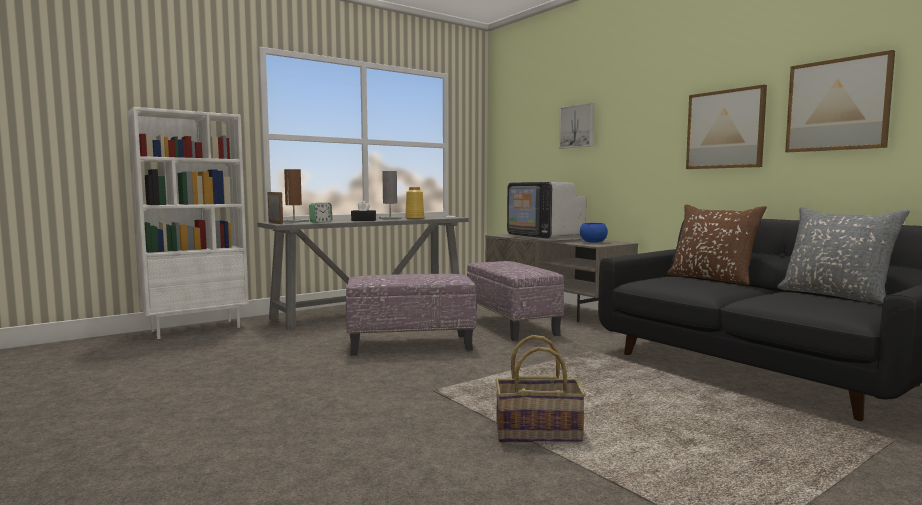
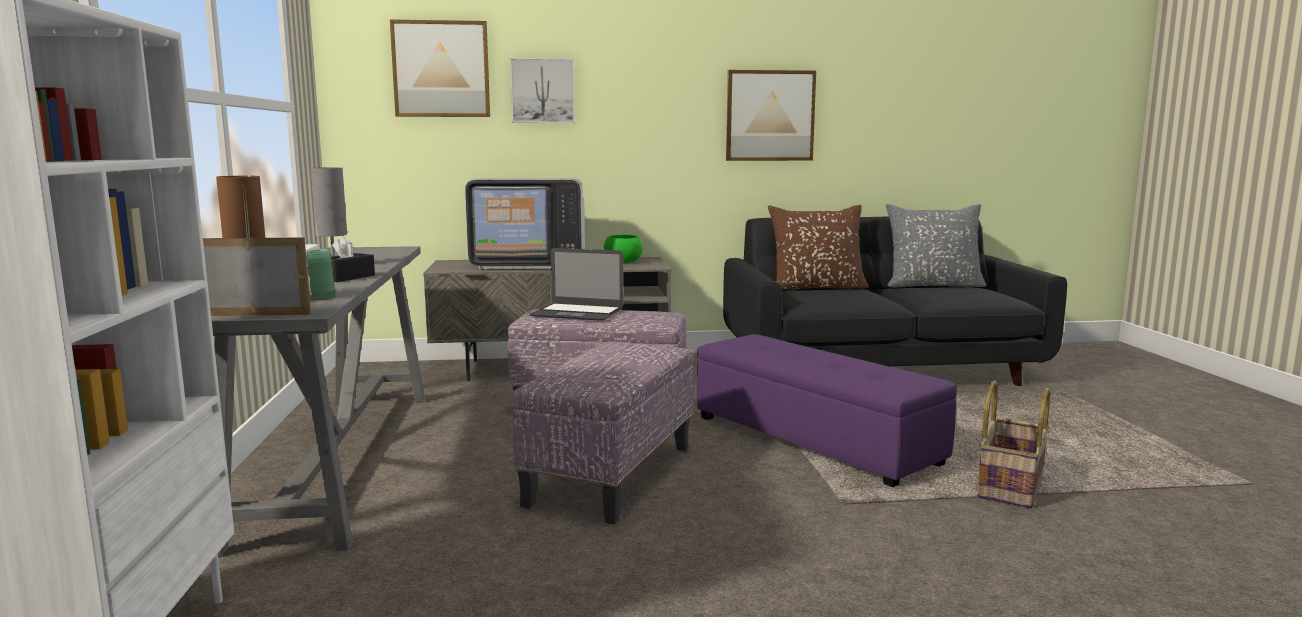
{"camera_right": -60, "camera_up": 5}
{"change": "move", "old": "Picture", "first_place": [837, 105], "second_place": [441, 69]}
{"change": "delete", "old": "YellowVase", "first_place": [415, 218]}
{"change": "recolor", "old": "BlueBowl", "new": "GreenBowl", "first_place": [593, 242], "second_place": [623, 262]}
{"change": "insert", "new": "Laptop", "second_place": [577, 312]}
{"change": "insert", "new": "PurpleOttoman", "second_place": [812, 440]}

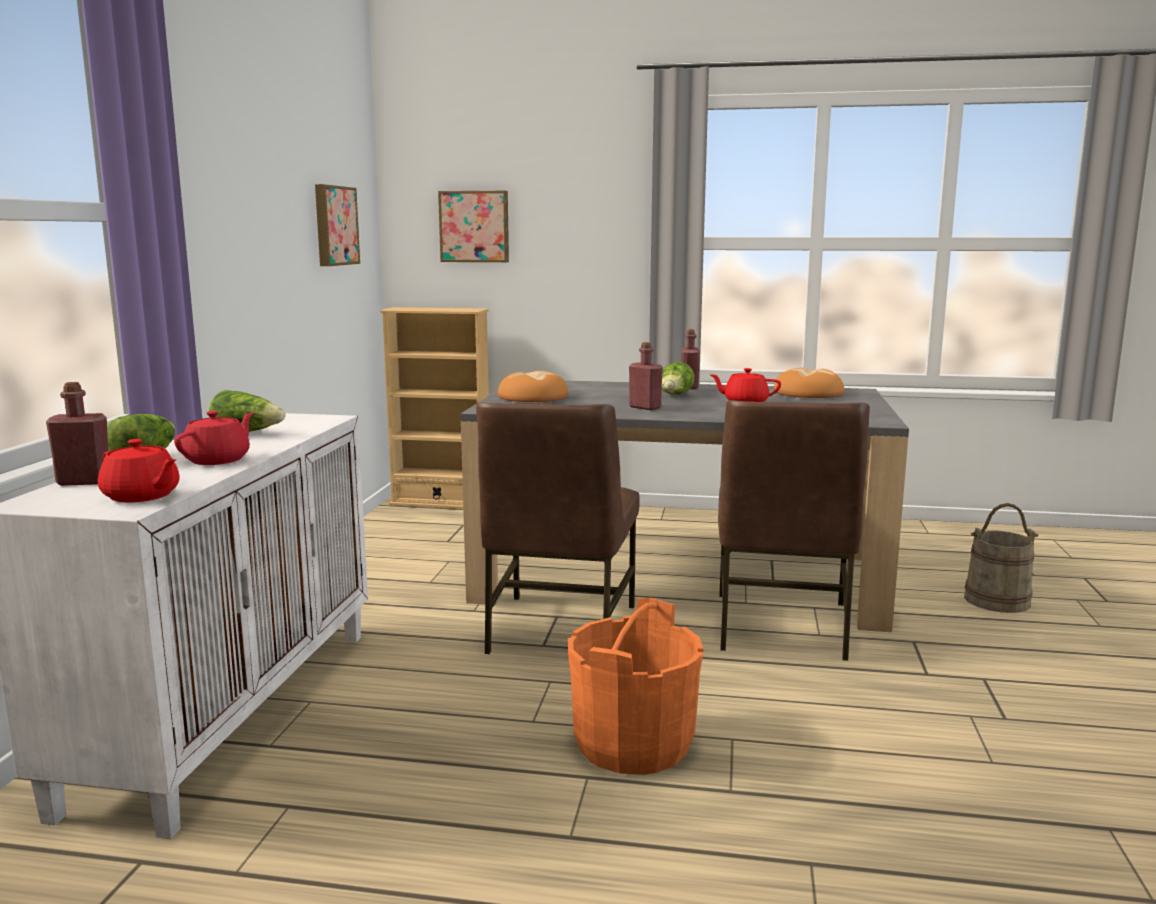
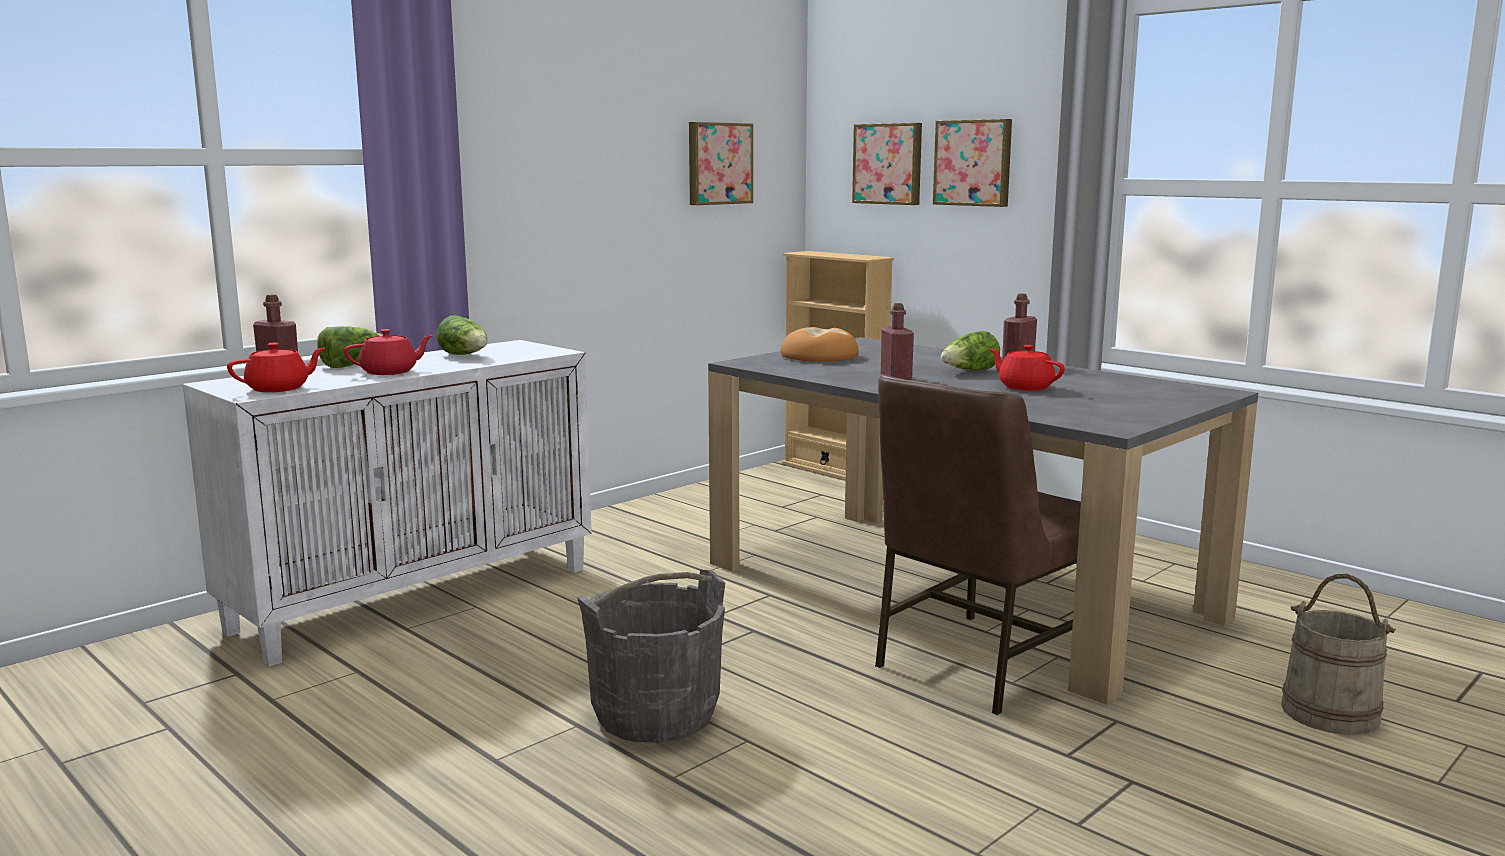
{"camera_right": 35, "camera_up": 0}
{"change": "delete", "old": "Bread", "first_place": [809, 393]}
{"change": "delete", "old": "BrownChair", "first_place": [559, 629]}
{"change": "rotate", "old": "RedTeapot", "first_place": [142, 496], "second_place": [279, 389], "degrees": -105}
{"change": "recolor", "old": "OrangeBucket", "new": "GreyBucket", "first_place": [632, 743], "second_place": [655, 714]}
{"change": "insert", "new": "Picture", "second_place": [974, 163]}

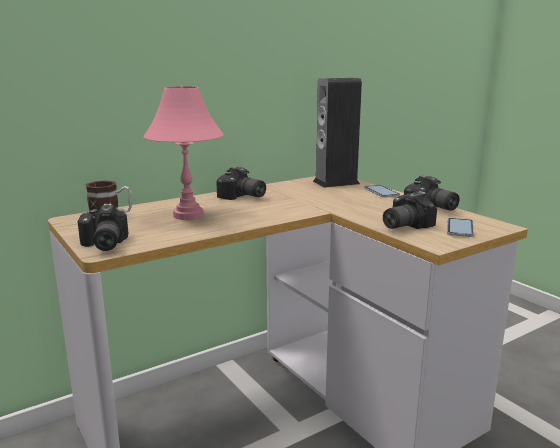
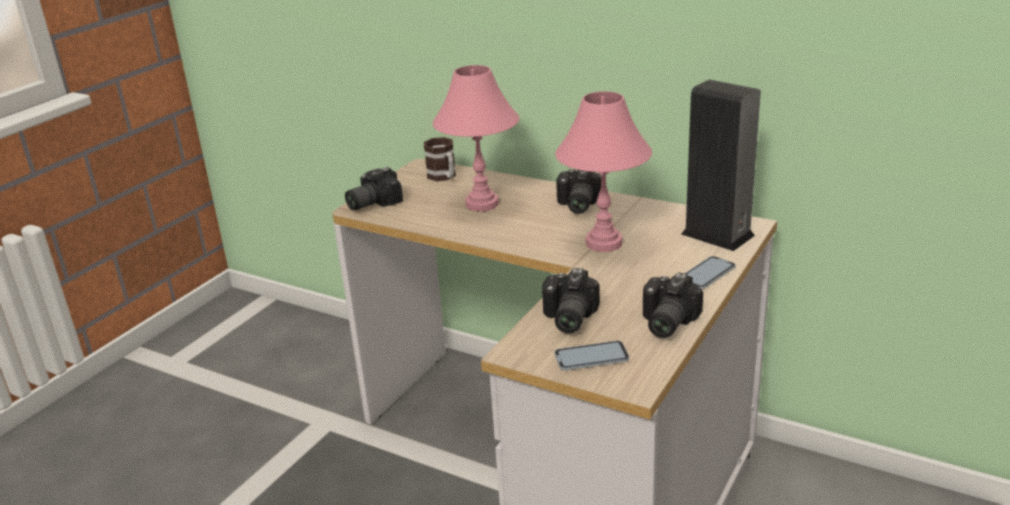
{"camera_right": 65, "camera_up": 10}
{"change": "rotate", "old": "PhotoCamera", "first_place": [402, 225], "second_place": [566, 318], "degrees": -105}
{"change": "insert", "new": "PinkTableLamp", "second_place": [603, 243]}

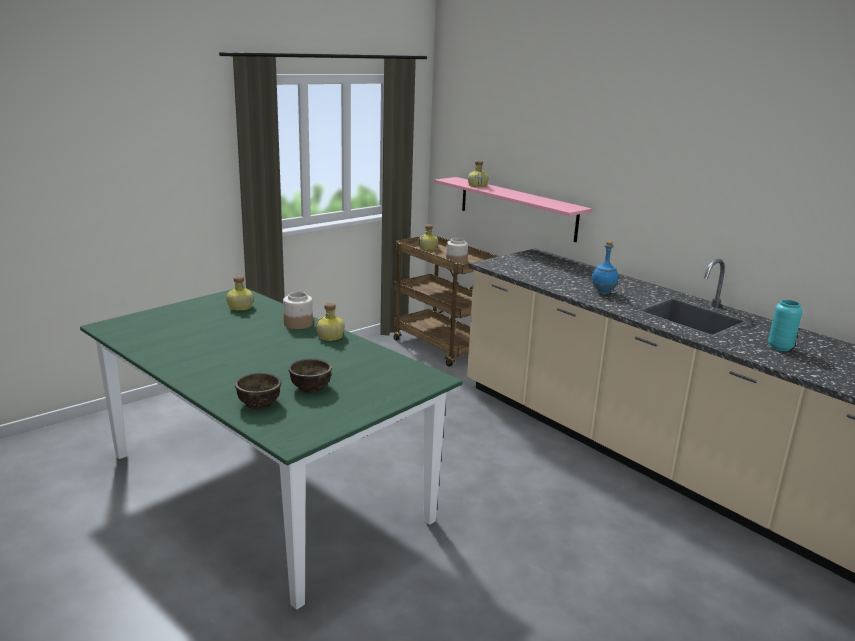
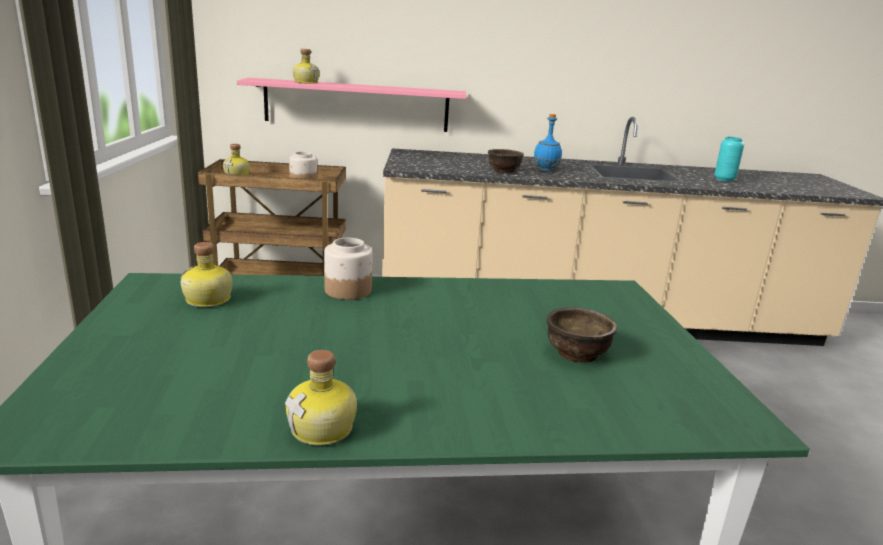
{"camera_right": -50, "camera_up": 0}
{"change": "move", "old": "Bottle", "first_place": [330, 336], "second_place": [324, 429]}
{"change": "move", "old": "BrownBowl", "first_place": [258, 403], "second_place": [503, 171]}

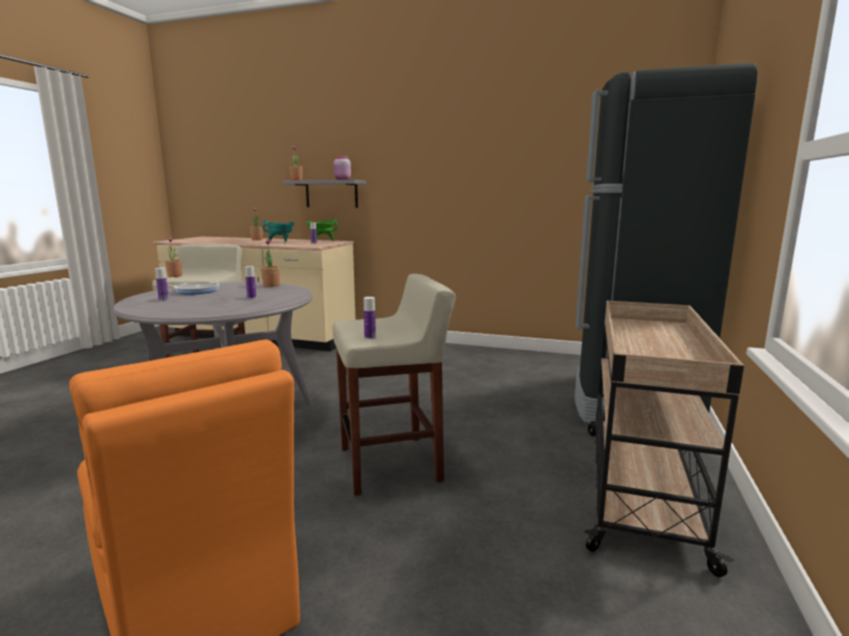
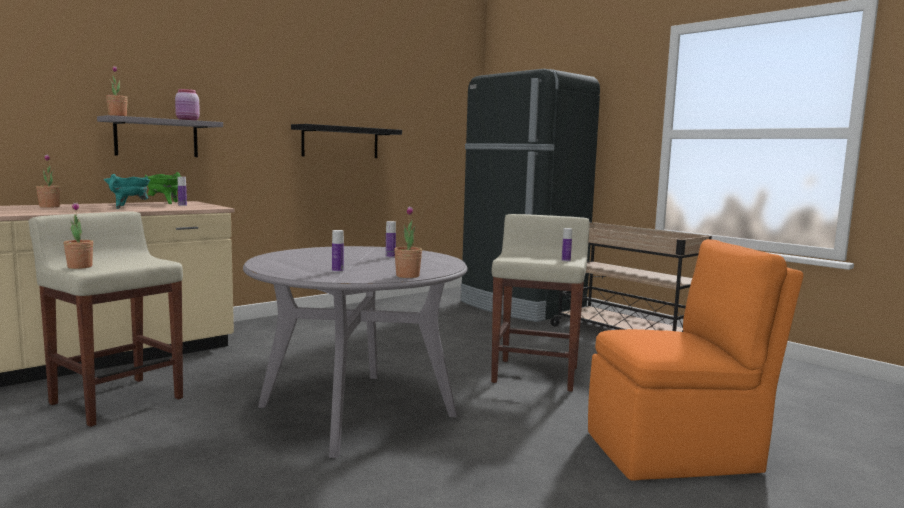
{"camera_right": -60, "camera_up": -5}
{"change": "move", "old": "PottedPlant", "first_place": [271, 285], "second_place": [407, 276]}
{"change": "delete", "old": "FryingPan", "first_place": [194, 291]}
{"change": "insert", "new": "BlackShelf", "second_place": [340, 142]}

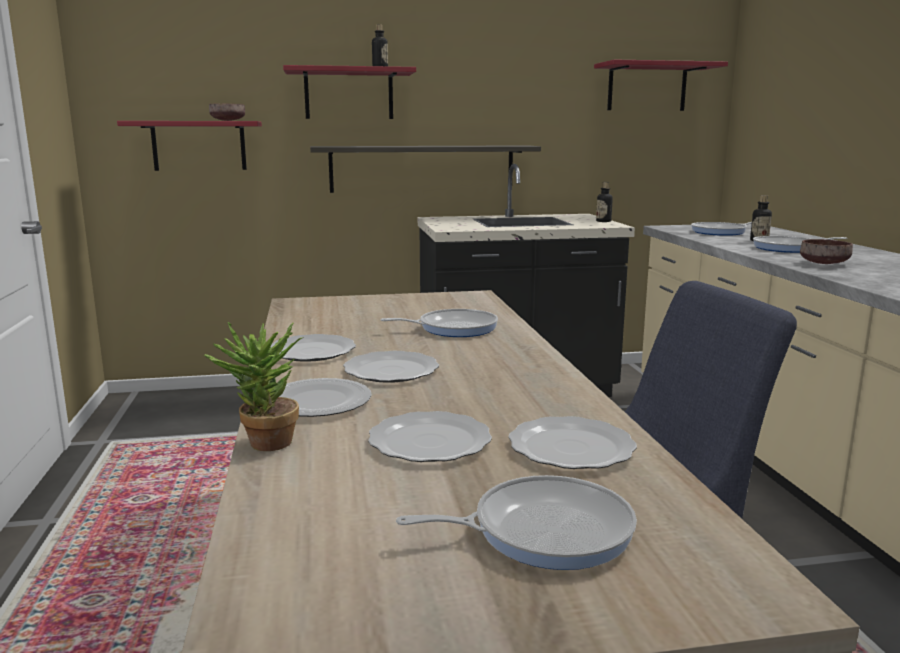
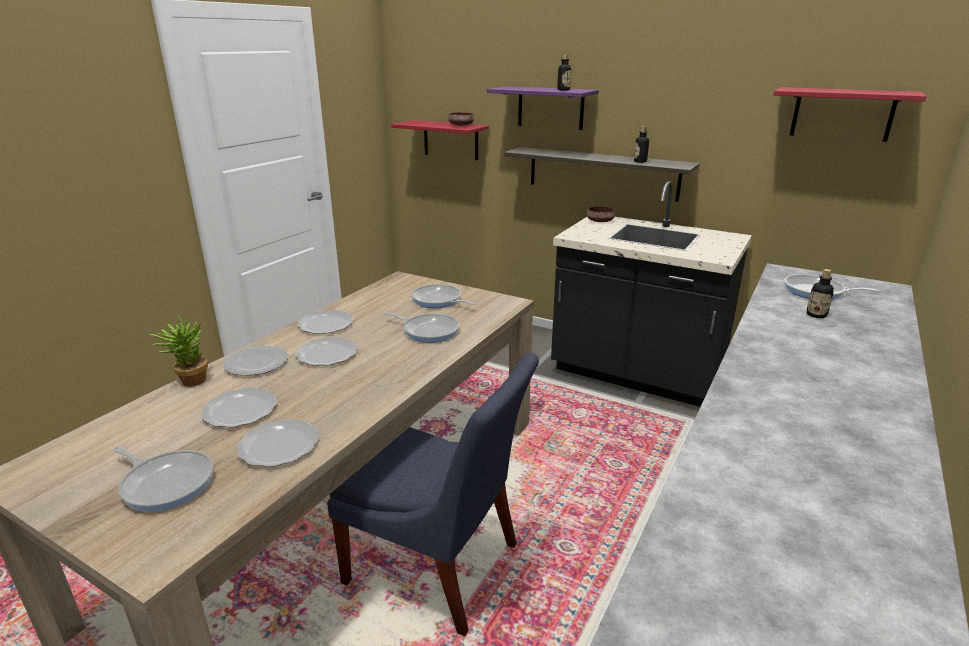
{"camera_right": 40, "camera_up": 10}
{"change": "recolor", "old": "RedShelf", "new": "PurpleShelf", "first_place": [349, 94], "second_place": [550, 108]}
{"change": "move", "old": "Bottle", "first_place": [603, 221], "second_place": [640, 161]}
{"change": "move", "old": "FryingPan", "first_place": [789, 248], "second_place": [438, 300]}
{"change": "move", "old": "BrownBowl", "first_place": [823, 263], "second_place": [600, 221]}

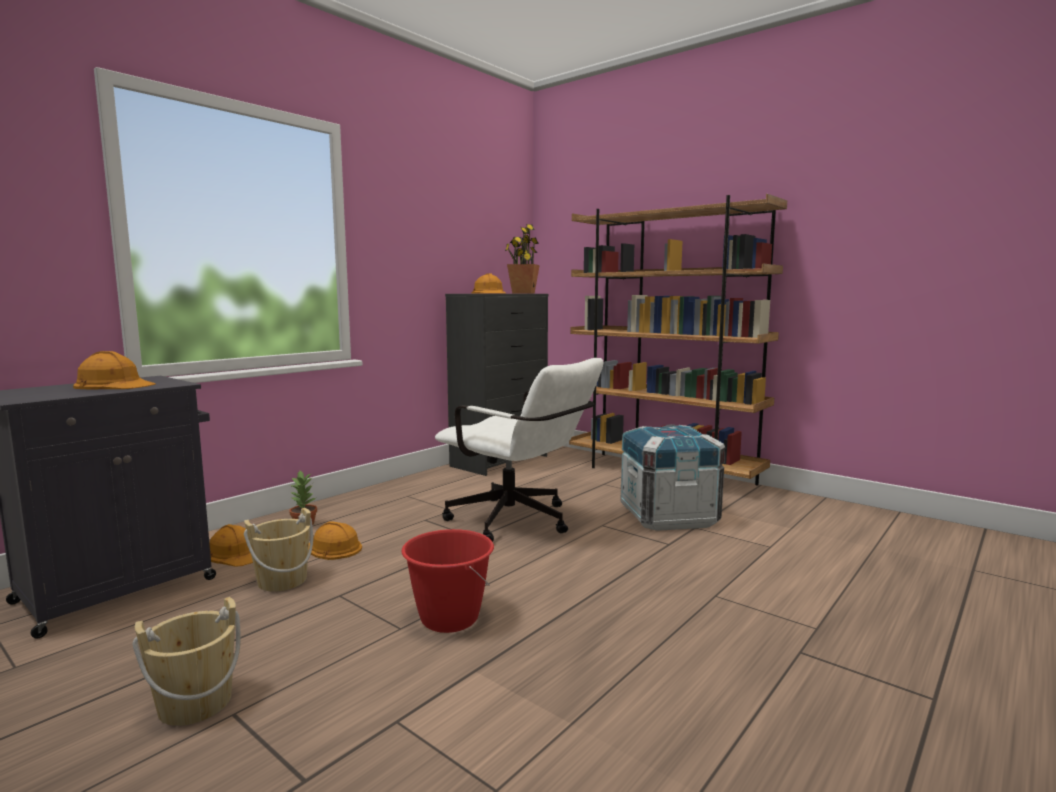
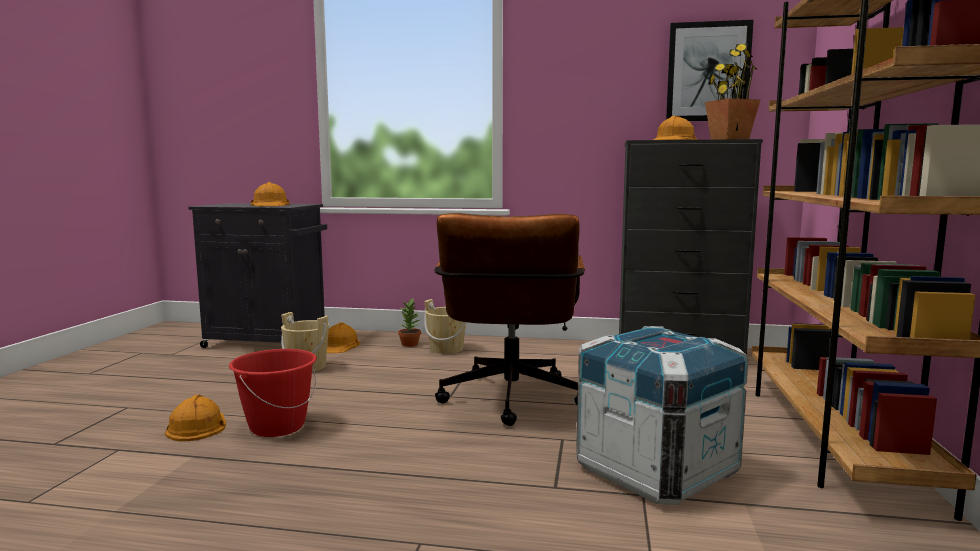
{"camera_right": 60, "camera_up": 0}
{"change": "recolor", "old": "WhiteOfficeChair", "new": "BrownOfficeChair", "first_place": [519, 523], "second_place": [510, 403]}
{"change": "move", "old": "OrangeHardHat", "first_place": [332, 549], "second_place": [197, 426]}
{"change": "move", "old": "BeigeBucket", "first_place": [195, 703], "second_place": [446, 349]}
{"change": "insert", "new": "Picture", "second_place": [708, 72]}

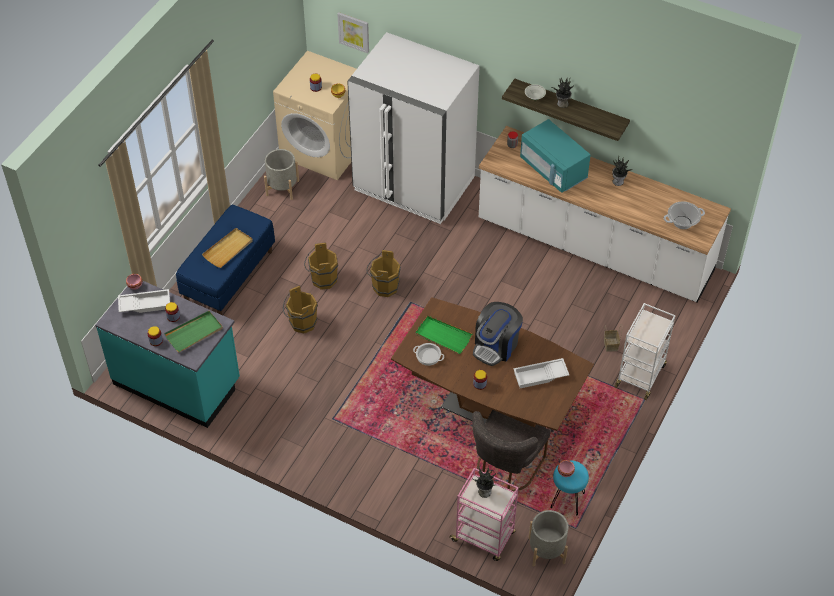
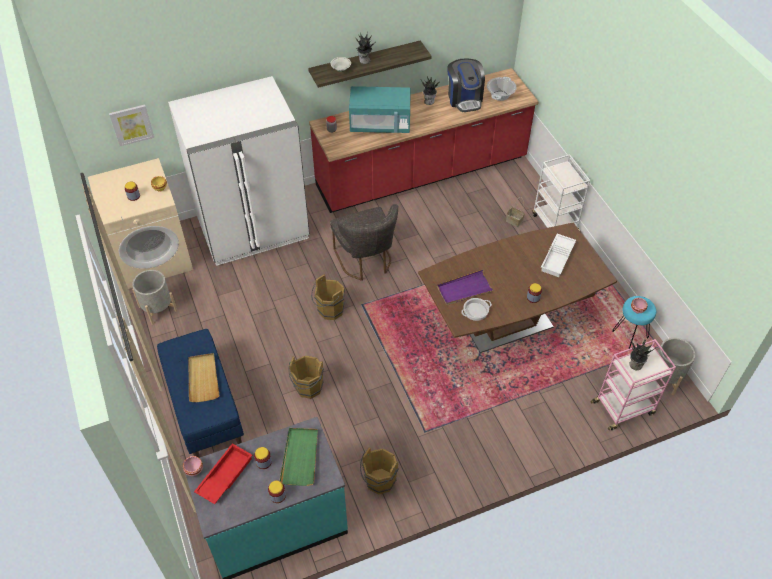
{"camera_right": -50, "camera_up": 0}
{"change": "recolor", "old": "WhiteCounter", "new": "RedCounter", "first_place": [594, 247], "second_place": [422, 174]}
{"change": "move", "old": "BrownBucket", "first_place": [322, 280], "second_place": [379, 483]}
{"change": "recolor", "old": "WhiteTray", "new": "RedTray", "first_place": [145, 304], "second_place": [224, 475]}
{"change": "move", "old": "CoffeeMachine", "first_place": [496, 345], "second_place": [464, 99]}
{"change": "recolor", "old": "GreenTray", "new": "PurpleTray", "first_place": [443, 336], "second_place": [464, 289]}
{"change": "move", "old": "GreyChair", "first_place": [505, 468], "second_place": [366, 261]}

